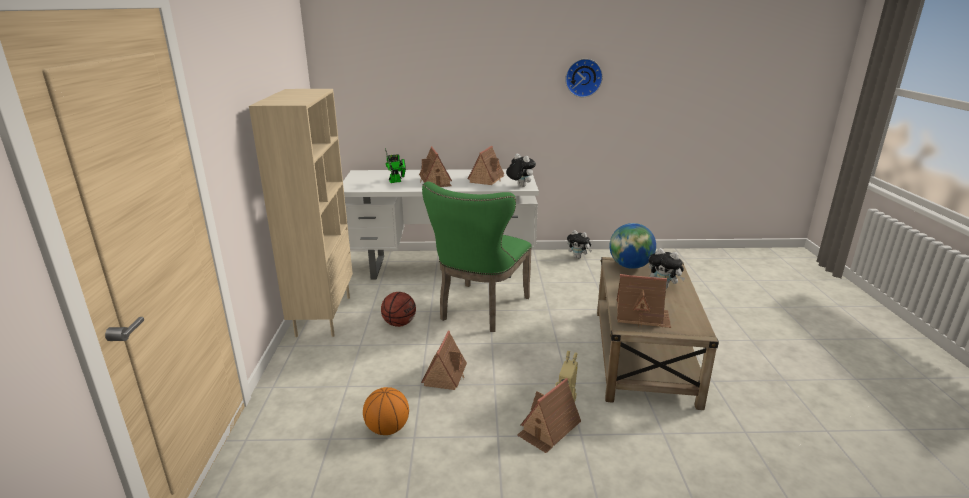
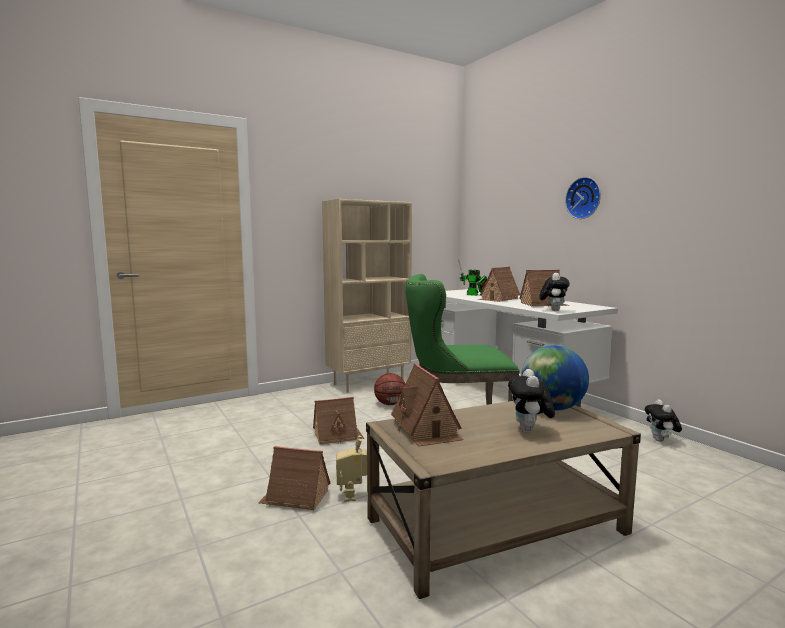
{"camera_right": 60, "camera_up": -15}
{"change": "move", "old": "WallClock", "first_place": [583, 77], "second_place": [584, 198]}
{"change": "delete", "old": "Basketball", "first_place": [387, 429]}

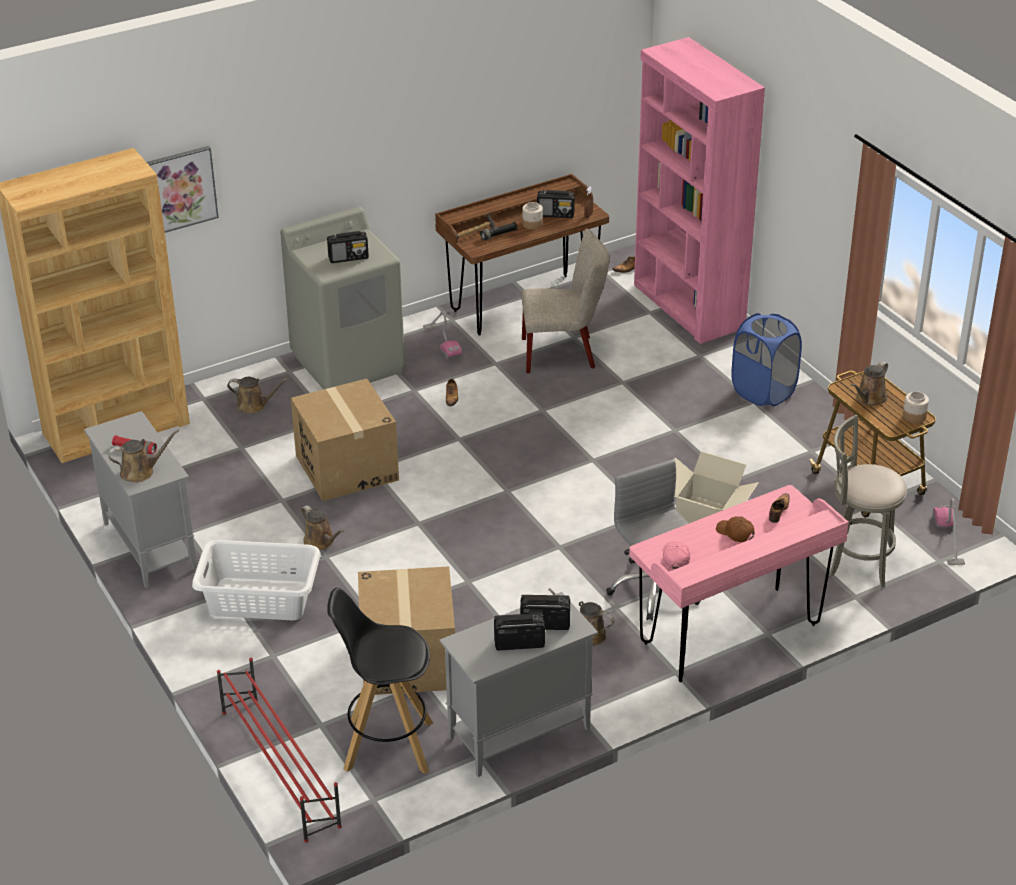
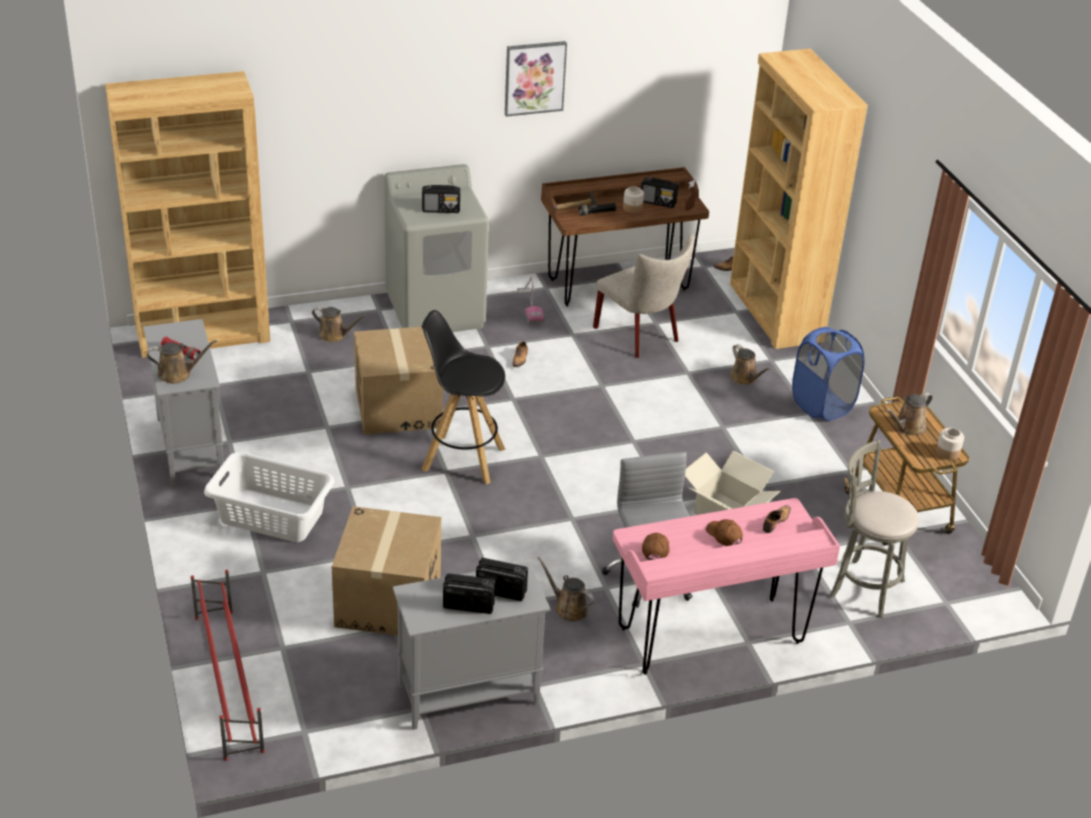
{"camera_right": 10, "camera_up": 0}
{"change": "recolor", "old": "PinkBookcase", "new": "BrownBookcase", "first_place": [688, 307], "second_place": [775, 312]}
{"change": "move", "old": "Picture", "first_place": [182, 189], "second_place": [534, 78]}
{"change": "rotate", "old": "BeigeChair", "first_place": [563, 353], "second_place": [640, 336], "degrees": 45}
{"change": "delete", "old": "VacuumCleaner", "first_place": [948, 539]}
{"change": "move", "old": "BrownWateringCan", "first_place": [321, 542], "second_place": [745, 378]}
{"change": "recolor", "old": "PinkCap", "new": "BrownCap", "first_place": [675, 558], "second_place": [655, 549]}
{"change": "move", "old": "BlackStool", "first_place": [387, 745], "second_place": [462, 459]}

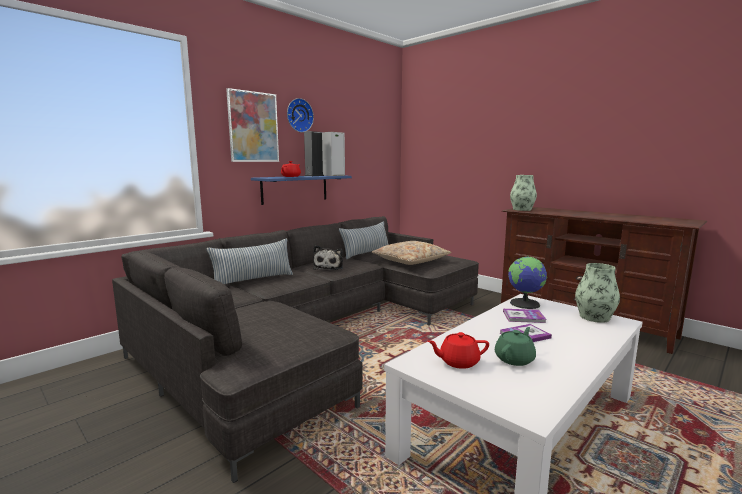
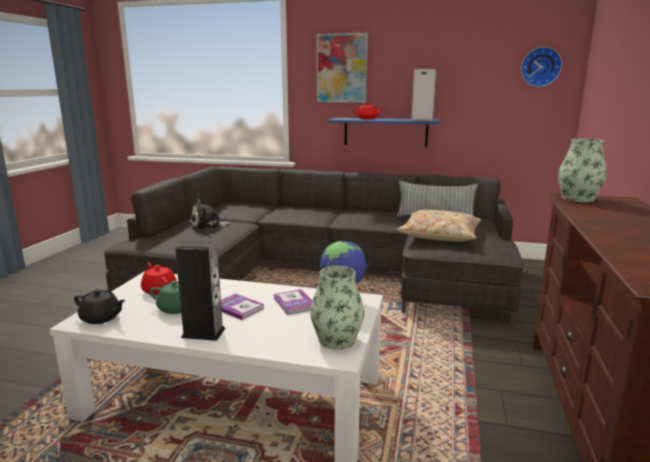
{"camera_right": 60, "camera_up": 5}
{"change": "move", "old": "WallClock", "first_place": [299, 115], "second_place": [540, 67]}
{"change": "move", "old": "Speaker", "first_place": [314, 176], "second_place": [203, 333]}
{"change": "delete", "old": "Pillow", "first_place": [253, 279]}
{"change": "move", "old": "PlushToy", "first_place": [329, 267], "second_place": [208, 226]}
{"change": "insert", "new": "BlackTeapot", "second_place": [101, 318]}

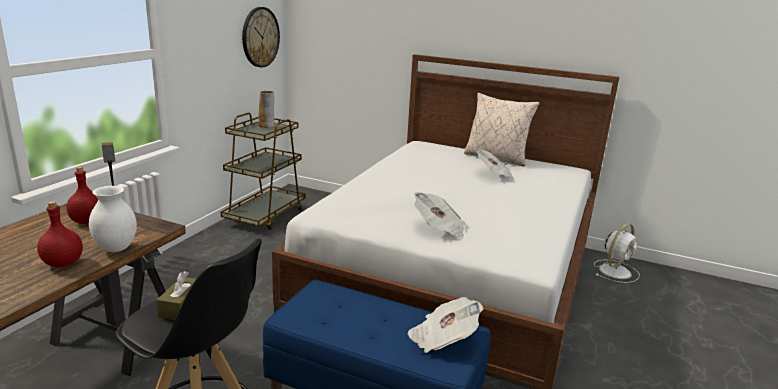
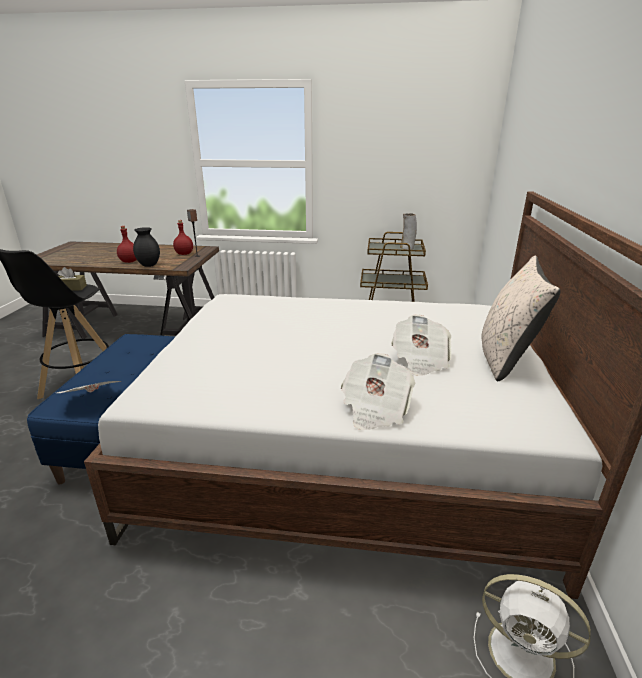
{"camera_right": 75, "camera_up": 5}
{"change": "delete", "old": "WallClock", "first_place": [260, 37]}
{"change": "recolor", "old": "WhiteVase", "new": "BlackVase", "first_place": [115, 249], "second_place": [148, 265]}
{"change": "move", "old": "Newspaper", "first_place": [439, 229], "second_place": [375, 409]}

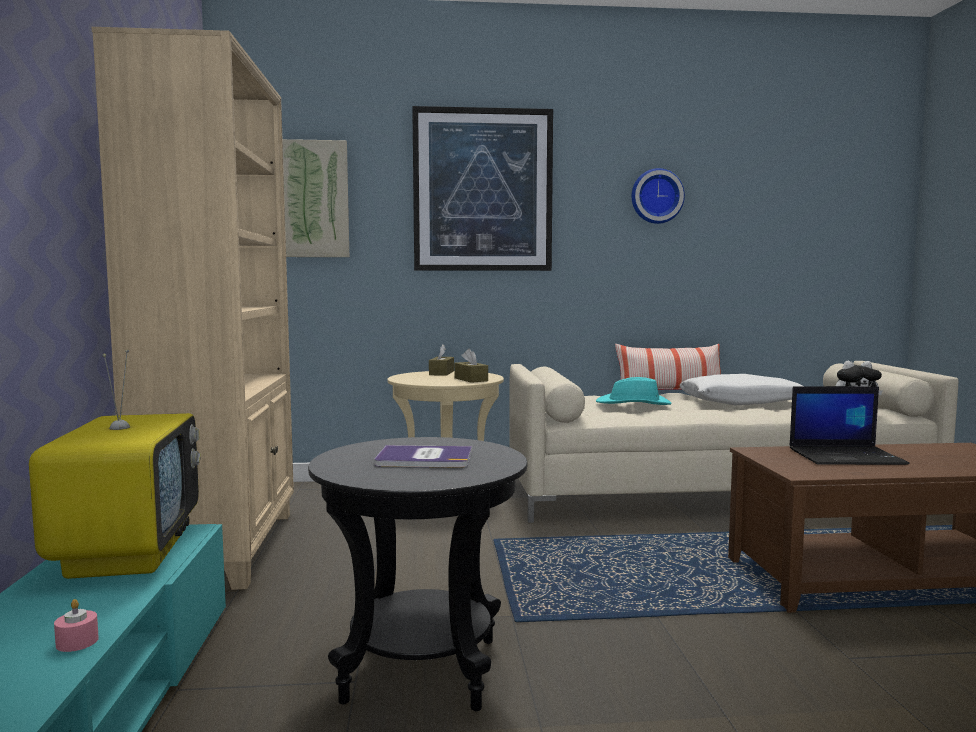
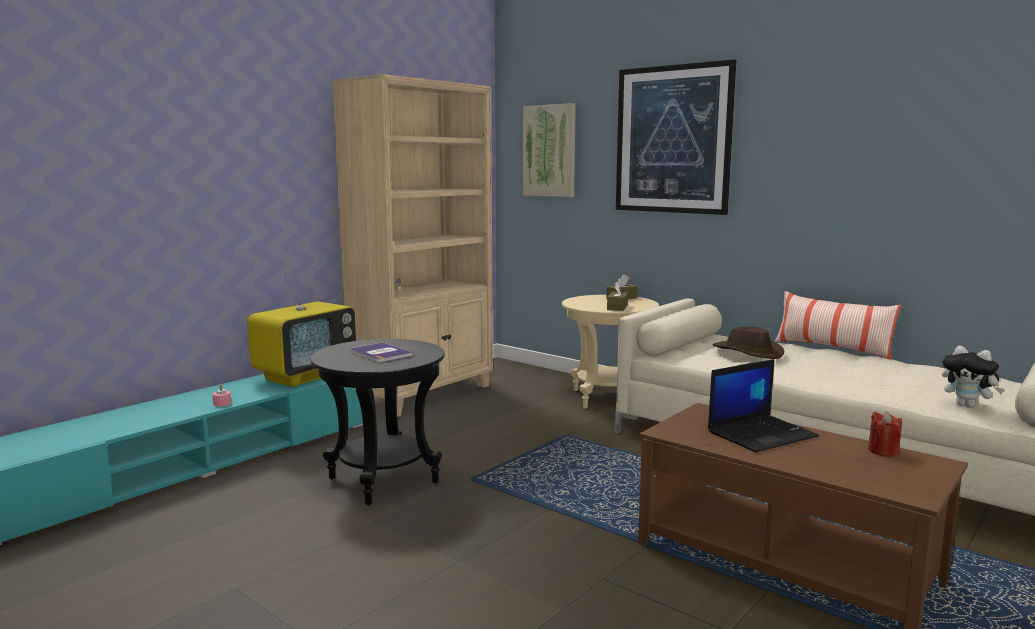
{"camera_right": 45, "camera_up": 5}
{"change": "delete", "old": "WallClock", "first_place": [656, 196]}
{"change": "delete", "old": "WhitePillow", "first_place": [741, 402]}
{"change": "recolor", "old": "TurquoiseHat", "new": "BrownHat", "first_place": [634, 404], "second_place": [747, 352]}
{"change": "rotate", "old": "Laptop", "first_place": [846, 456], "second_place": [762, 434], "degrees": -75}
{"change": "insert", "new": "RedCandle", "second_place": [883, 451]}

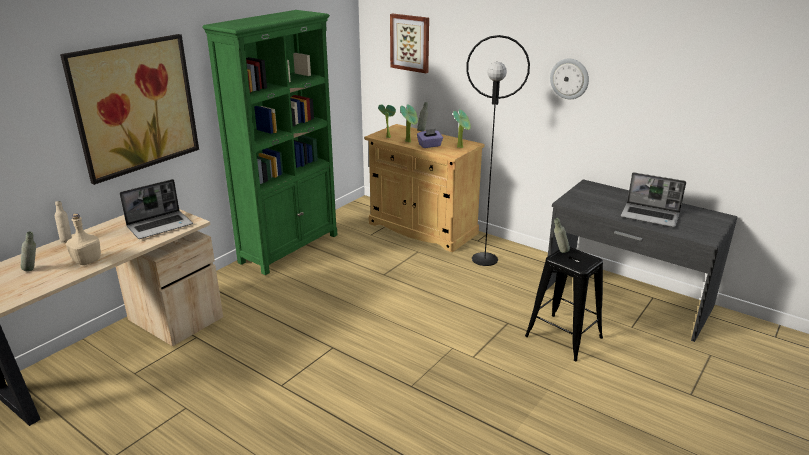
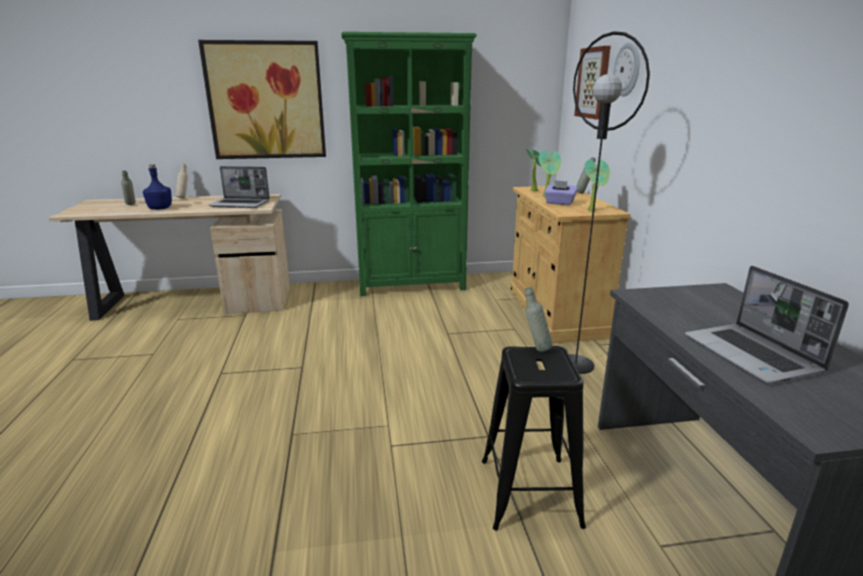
{"camera_right": 45, "camera_up": -5}
{"change": "move", "old": "WallClock", "first_place": [569, 78], "second_place": [627, 69]}
{"change": "recolor", "old": "BeigeBottle", "new": "BlueBottle", "first_place": [88, 260], "second_place": [161, 208]}

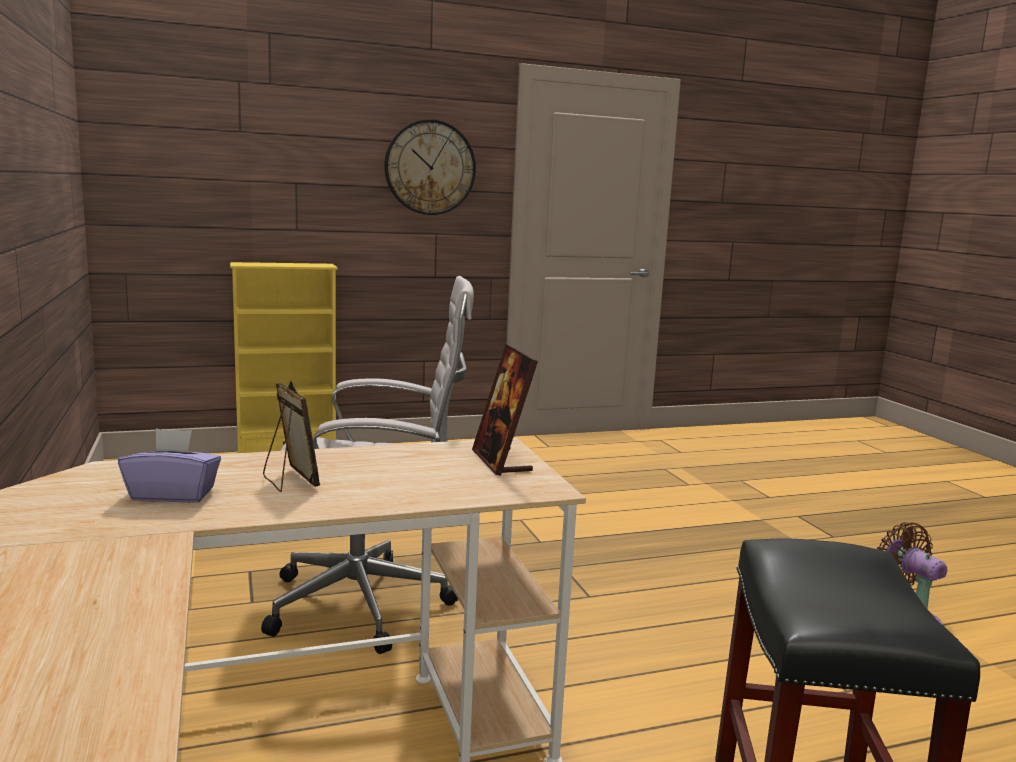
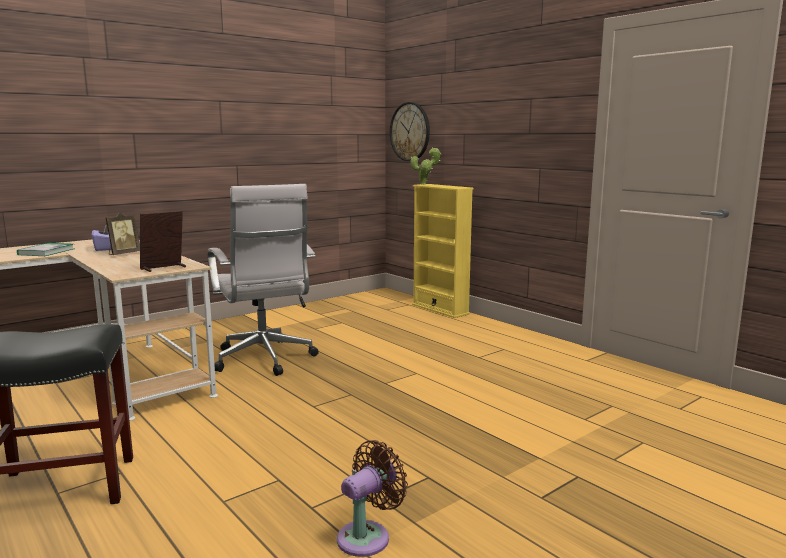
{"camera_right": 70, "camera_up": 0}
{"change": "move", "old": "WallClock", "first_place": [430, 167], "second_place": [410, 132]}
{"change": "insert", "new": "PottedPlant", "second_place": [425, 184]}
{"change": "insert", "new": "Book", "second_place": [46, 252]}

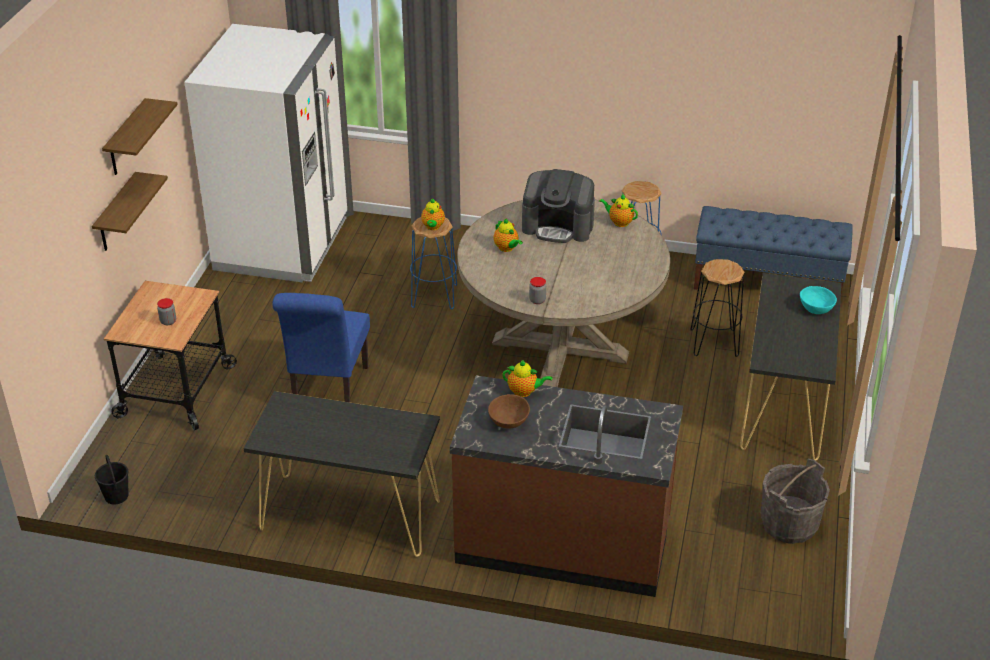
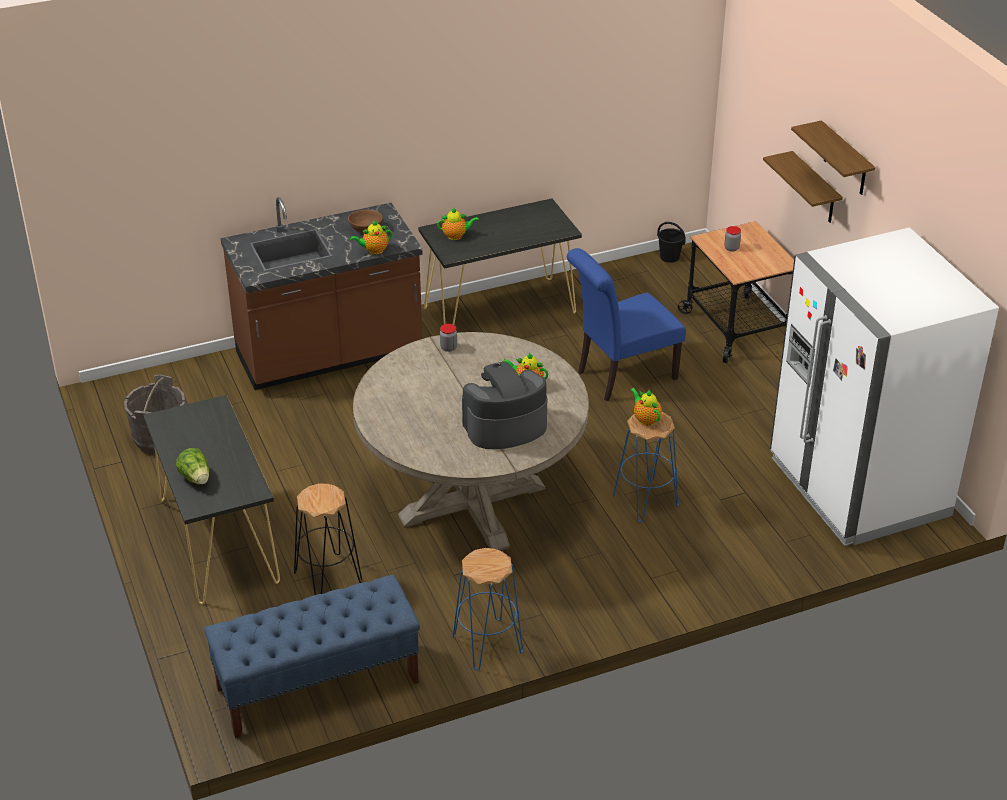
{"camera_right": 145, "camera_up": 0}
{"change": "move", "old": "Teapot", "first_place": [619, 222], "second_place": [456, 236]}
{"change": "replace", "old": "TurquoiseBowl", "new": "Lettuce", "first_place": [815, 308], "second_place": [196, 478]}
{"change": "rotate", "old": "BlueChair", "first_place": [328, 394], "second_place": [621, 376], "degrees": -90}

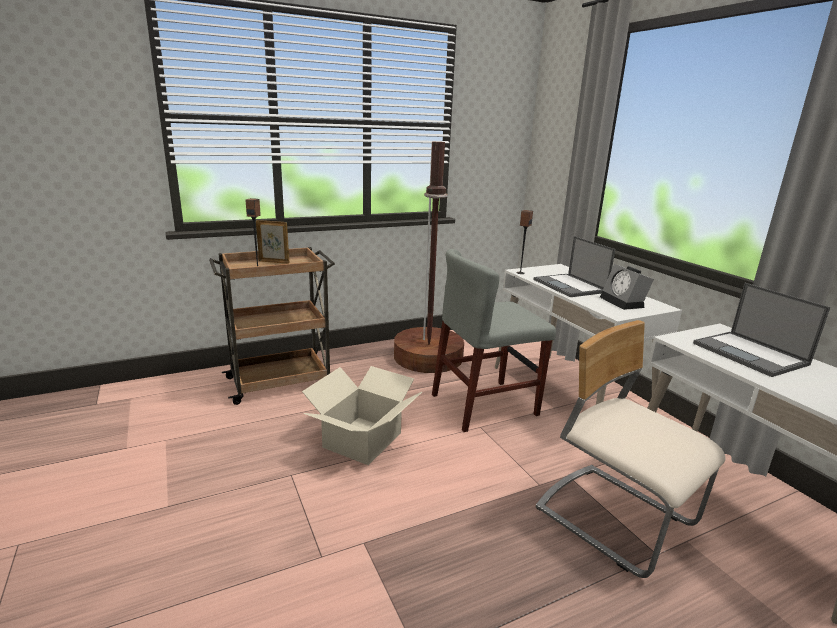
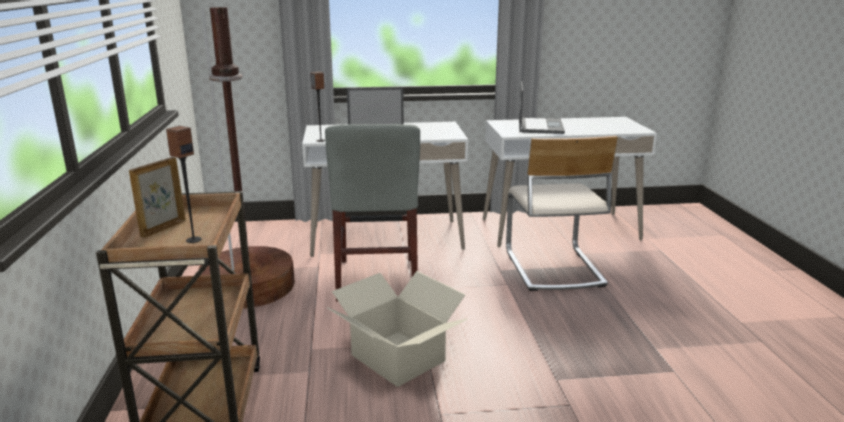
{"camera_right": -70, "camera_up": 0}
{"change": "delete", "old": "AlarmClock", "first_place": [624, 302]}
{"change": "rotate", "old": "Laptop", "first_place": [751, 354], "second_place": [540, 126], "degrees": -75}
{"change": "rotate", "old": "BeigeChair", "first_place": [615, 518], "second_place": [552, 268], "degrees": -75}

